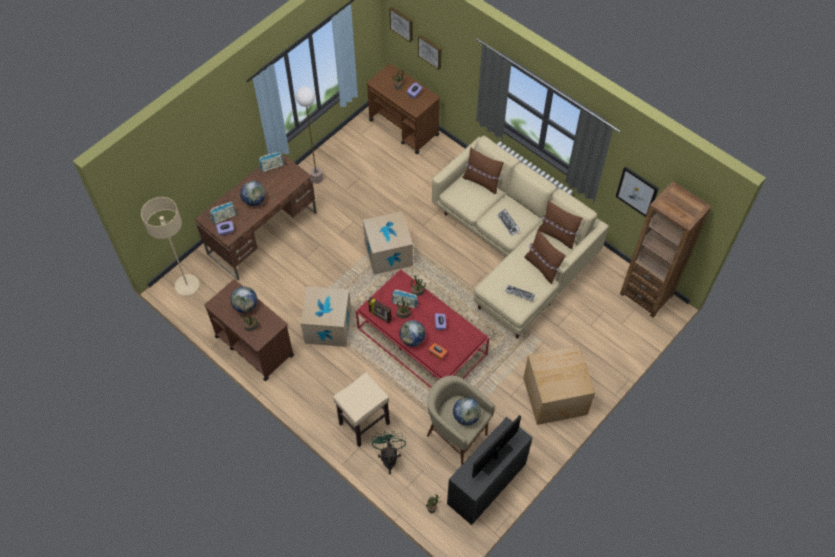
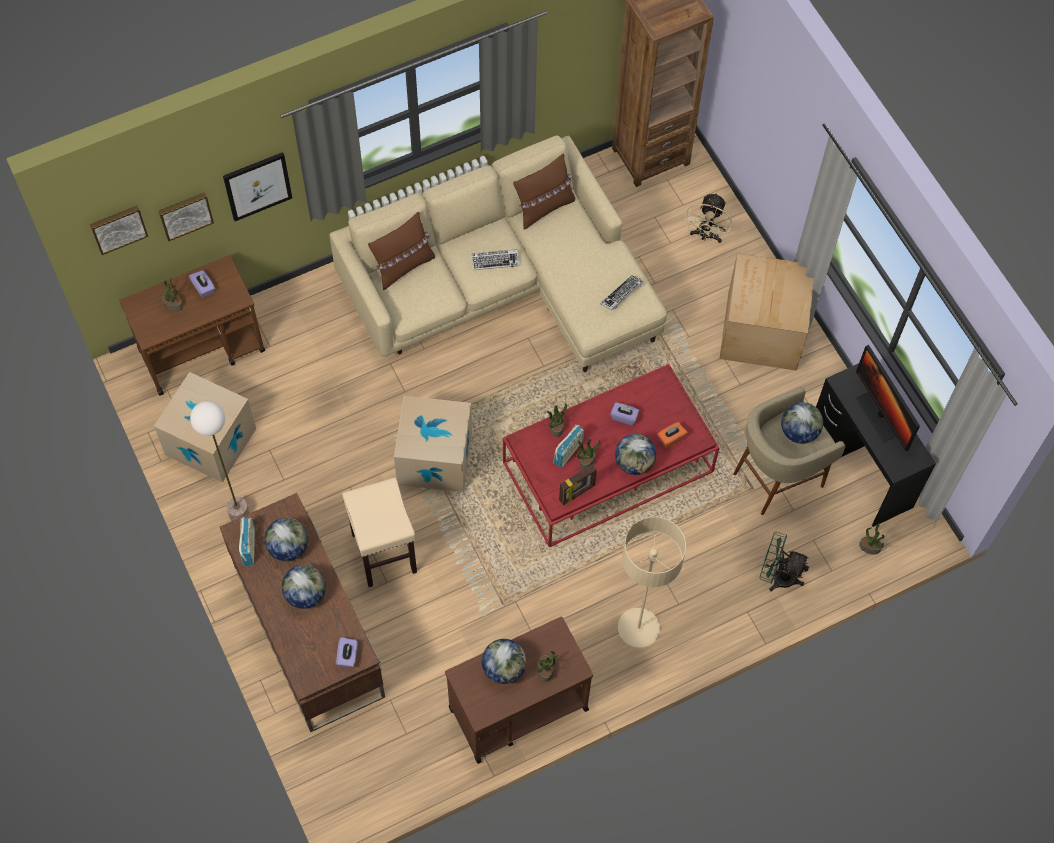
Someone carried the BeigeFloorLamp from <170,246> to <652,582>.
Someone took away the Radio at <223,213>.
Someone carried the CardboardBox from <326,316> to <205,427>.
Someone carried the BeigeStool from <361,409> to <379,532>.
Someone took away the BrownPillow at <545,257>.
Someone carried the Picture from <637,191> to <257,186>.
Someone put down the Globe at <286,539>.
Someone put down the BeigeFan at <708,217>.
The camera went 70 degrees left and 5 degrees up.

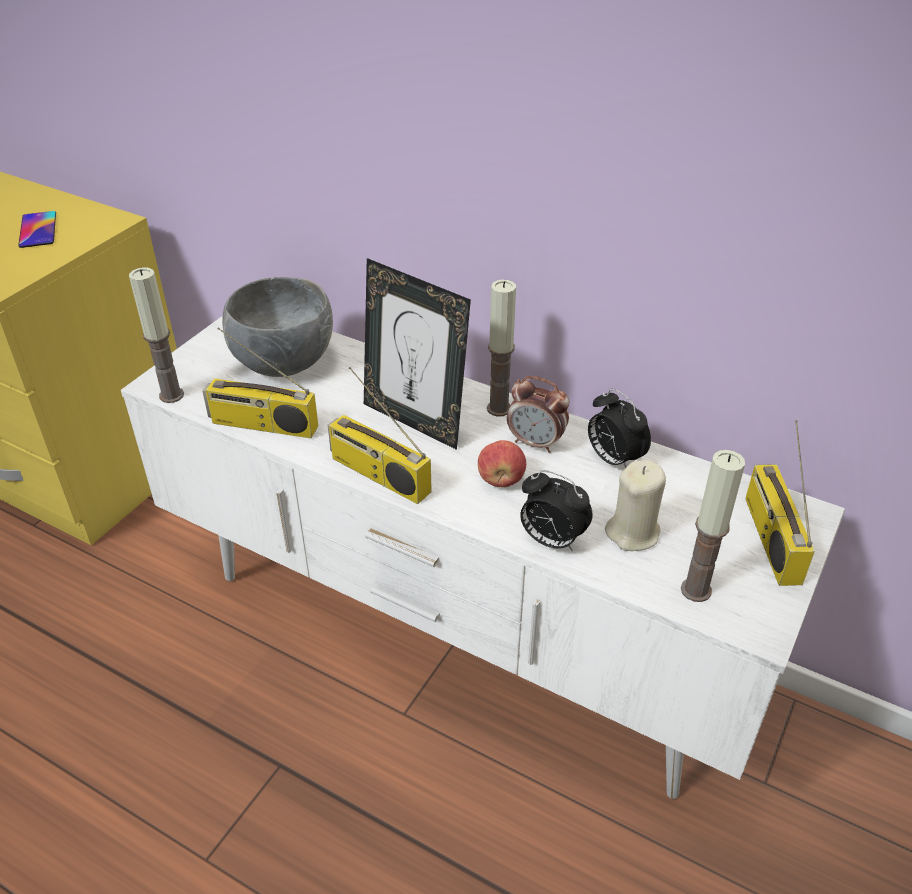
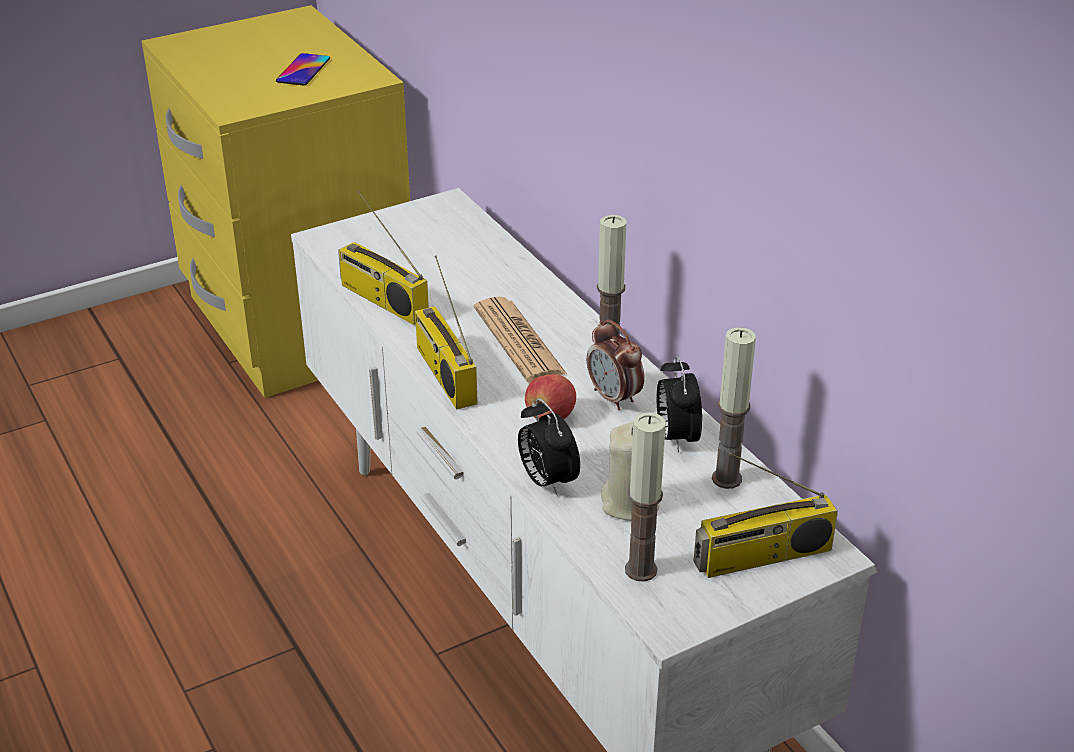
Someone carried the Candle from <156,335> to <734,408>.
Someone took away the GreyBowl at <277,327>.
Someone swapped the PictureFrame at <417,354> for the Newspaper at <520,339>.
Someone rotated the Radio at <780,503> by 135 degrees counterclockwise.
The camera went 30 degrees right and 5 degrees down.

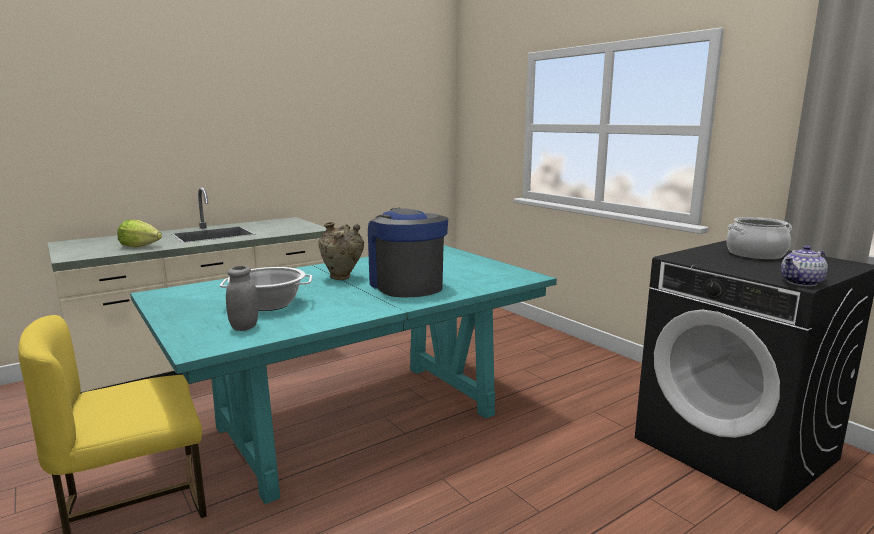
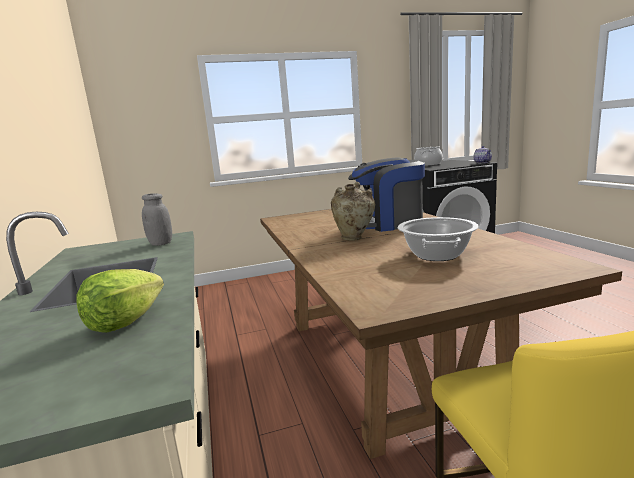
Someone repainted the TurquoiseDiningTable at <343,374>, which became the BrownDiningTable at <441,334>.
Someone carried the GreyJar from <242,298> to <157,219>.
The camera went 70 degrees left and 0 degrees up.

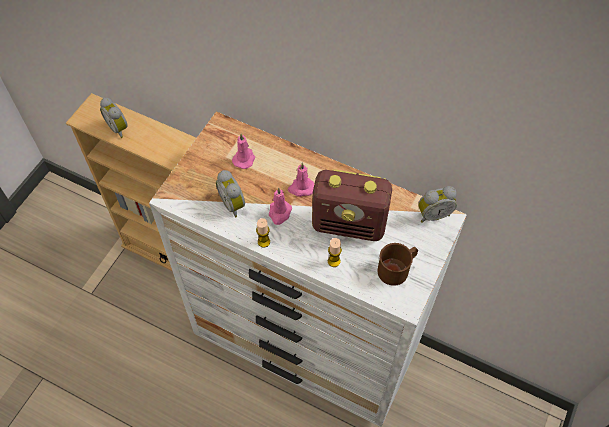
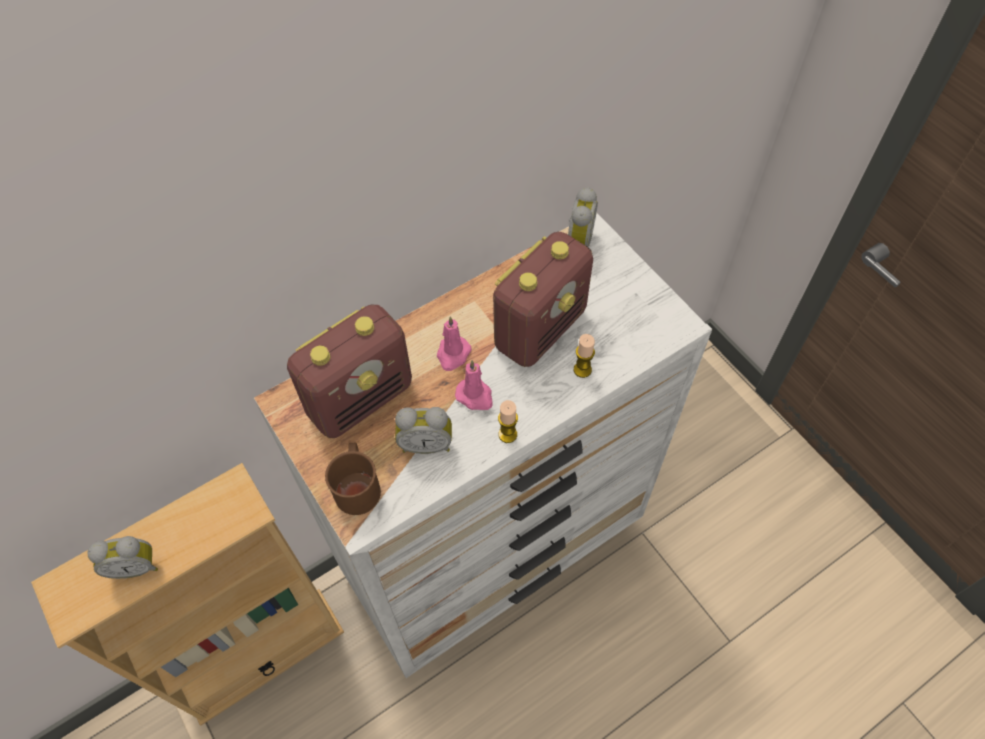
Someone swapped the PinkCandle at <243,151> for the Radio at <349,371>.
Someone carried the BrownMug from <398,264> to <353,479>.
The camera went 60 degrees left and 0 degrees up.

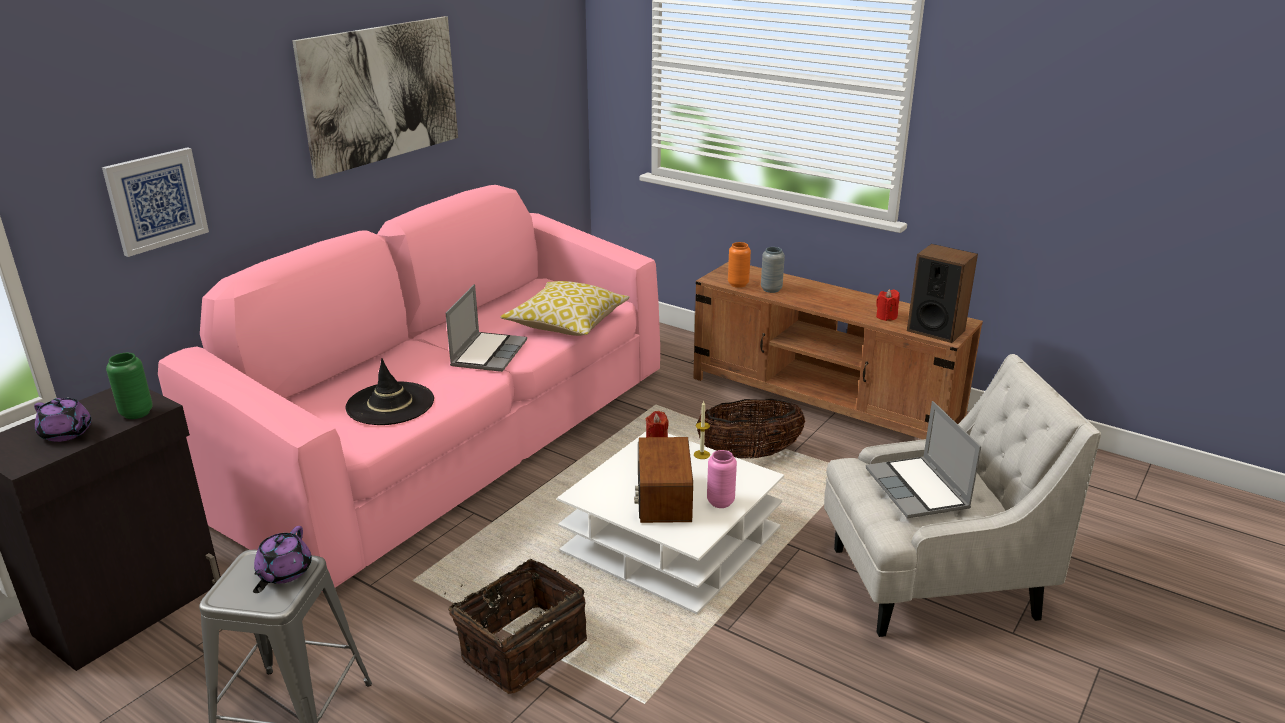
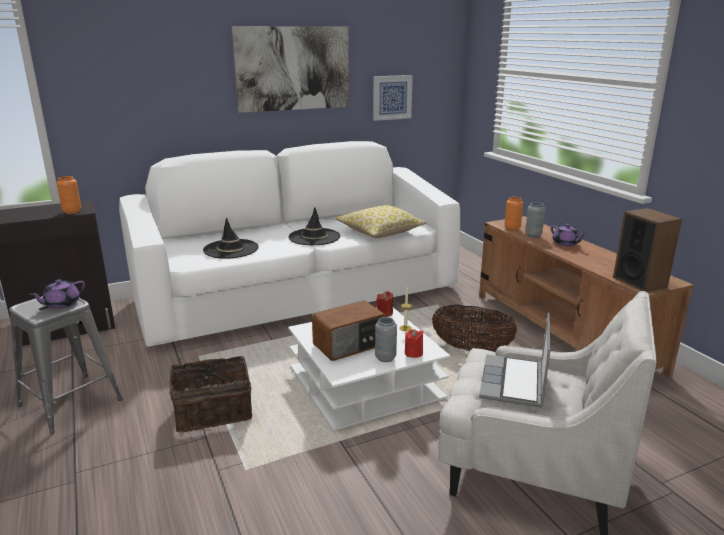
Someone carried the PurpleTeapot from <63,420> to <568,235>.
Someone carried the Picture from <155,202> to <393,98>.
Someone repainted the GreenVase at <129,386>, which became the OrangeVase at <69,195>.
Someone repainted the PinkSofa at <409,388>, which became the WhiteSofa at <289,244>.
Someone swapped the Laptop at <486,328> for the BlackHat at <314,226>.
Someone rotated the Radio at <663,480> by 150 degrees counterclockwise.
Someone repainted the PinkVase at <722,479>, which became the GreyVase at <386,339>.
Someone carried the RedCandle from <888,305> to <414,343>.
The camera went 30 degrees right and 5 degrees down.

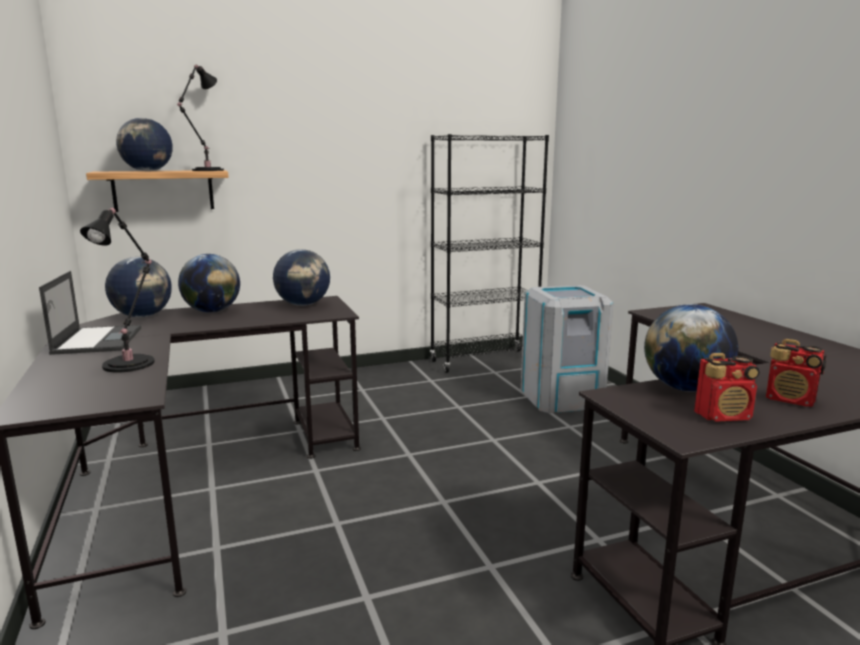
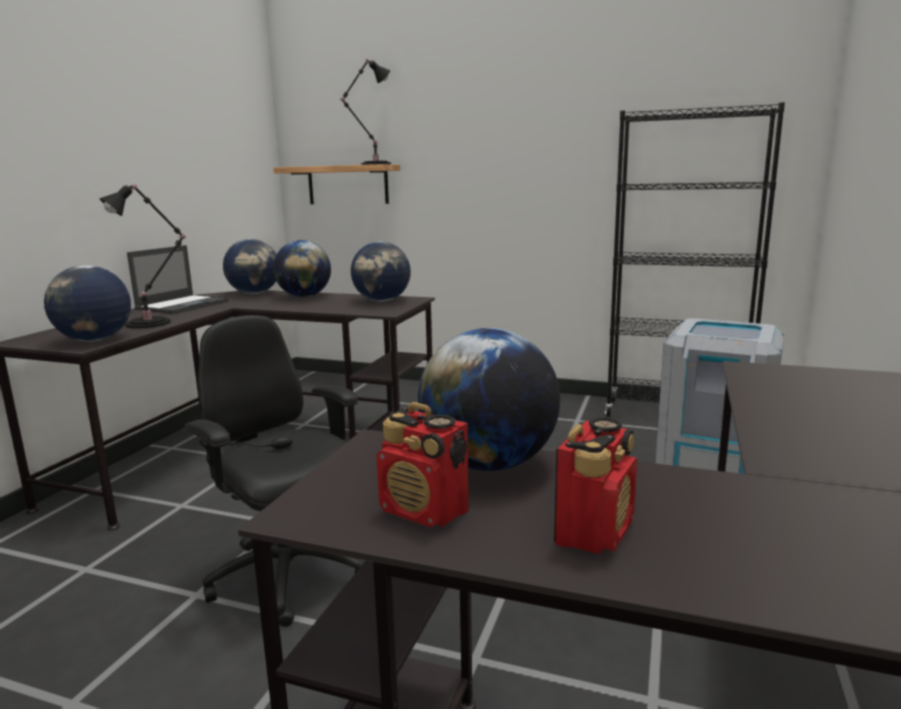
Someone carried the Globe from <144,144> to <87,303>.
Someone rotated the Radio at <796,373> by 135 degrees counterclockwise.
Someone put down the BlackOfficeChair at <274,471>.
The camera went 40 degrees right and 0 degrees up.

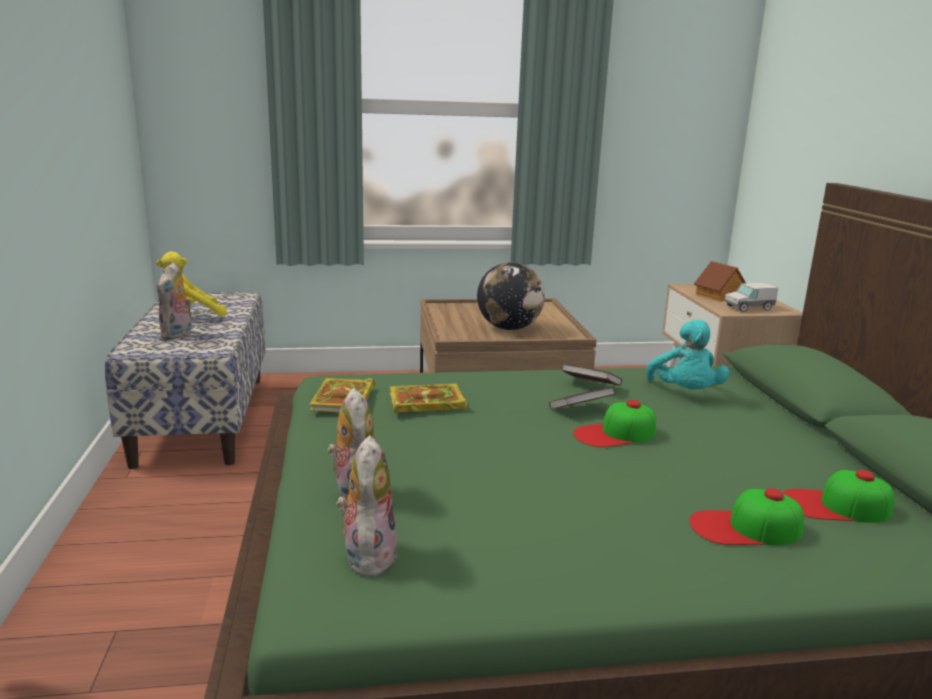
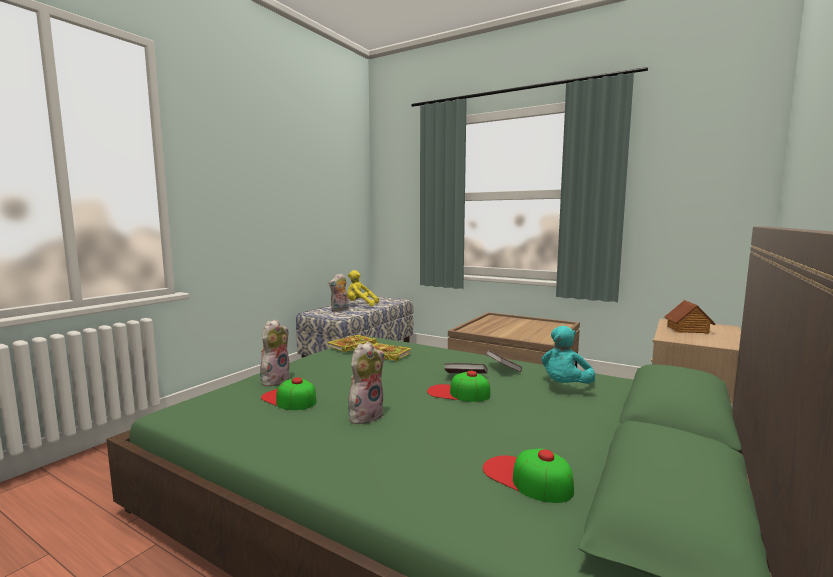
Someone carried the PlushToy from <367,506> to <366,383>.
Someone took away the Globe at <511,296>.
Someone carried the Cap from <746,516> to <289,393>.
Someone took away the ToyTruck at <751,297>.
The camera went 40 degrees right and 10 degrees down.

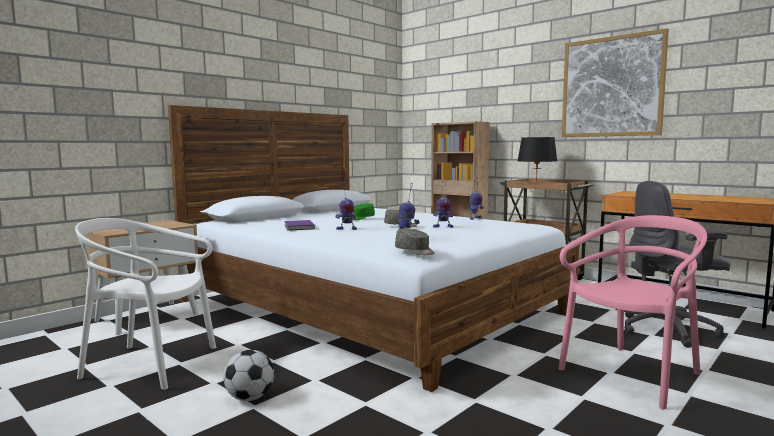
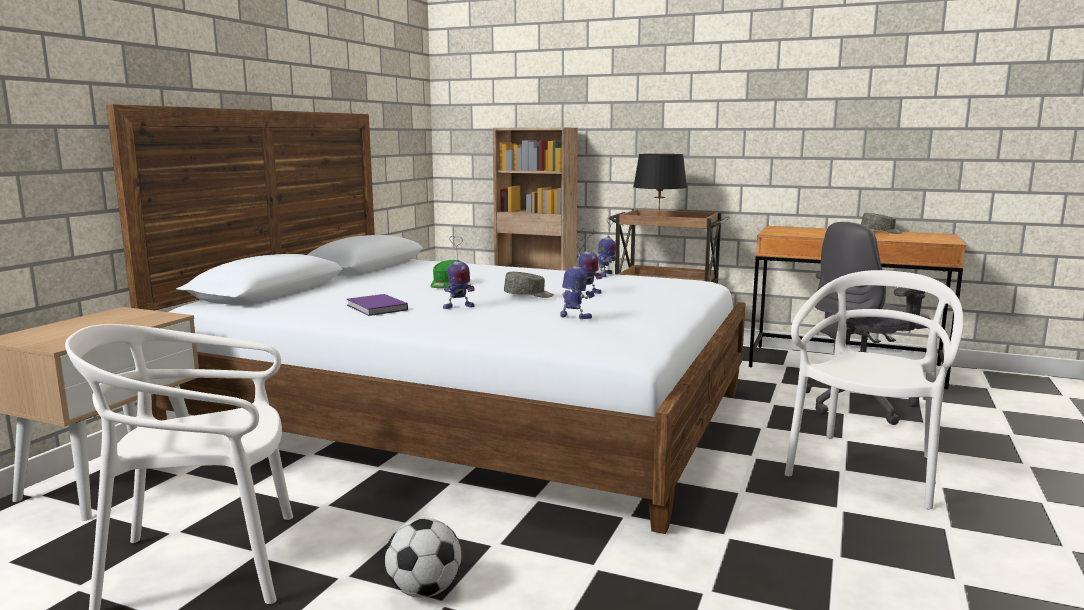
Someone carried the GreyCap from <415,241> to <882,223>.
Someone repainted the PinkChair at <632,312>, which became the WhiteChair at <874,390>.
Someone took away the Picture at <615,82>.
The camera went 20 degrees left and 5 degrees up.

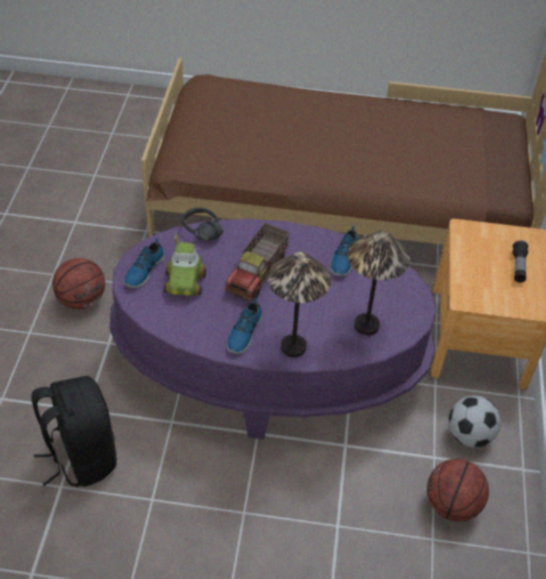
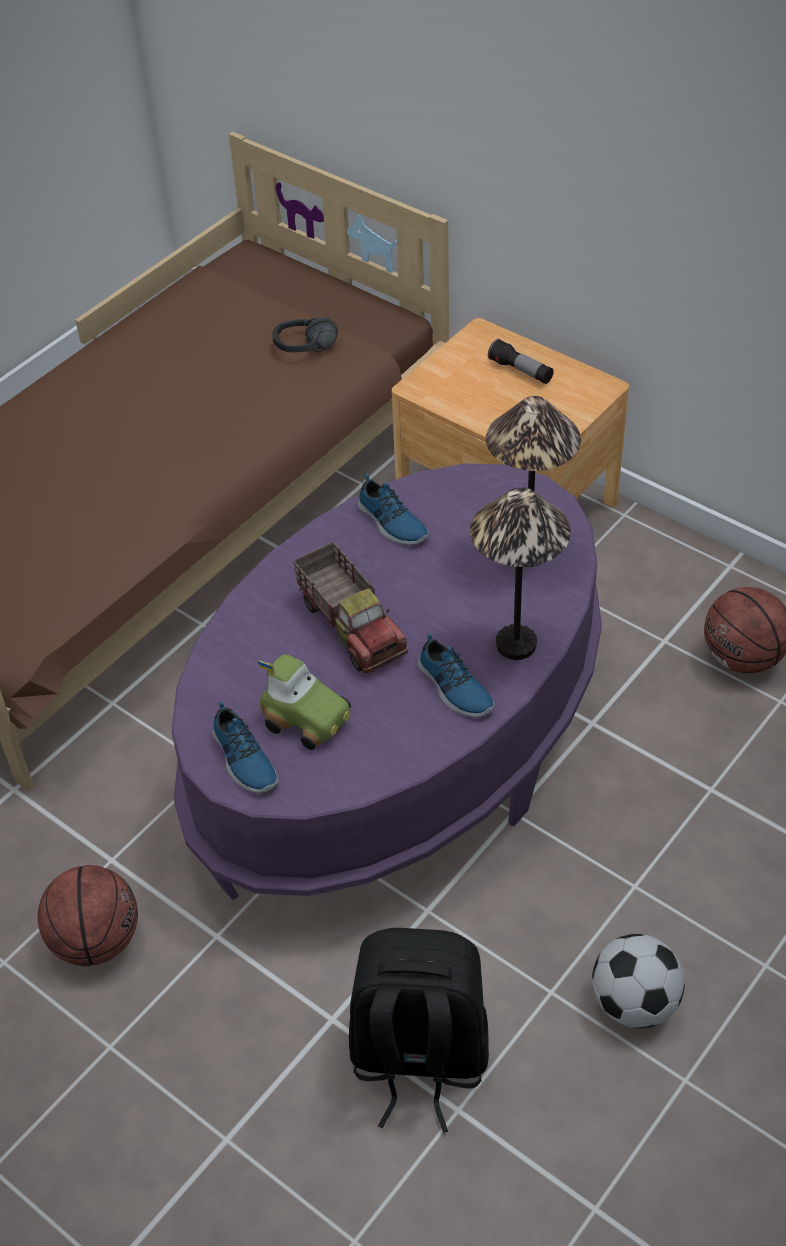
Someone carried the BlackHeadphones from <202,224> to <305,334>.
Someone carried the Football from <475,422> to <638,981>.
The camera went 55 degrees left and 0 degrees up.

